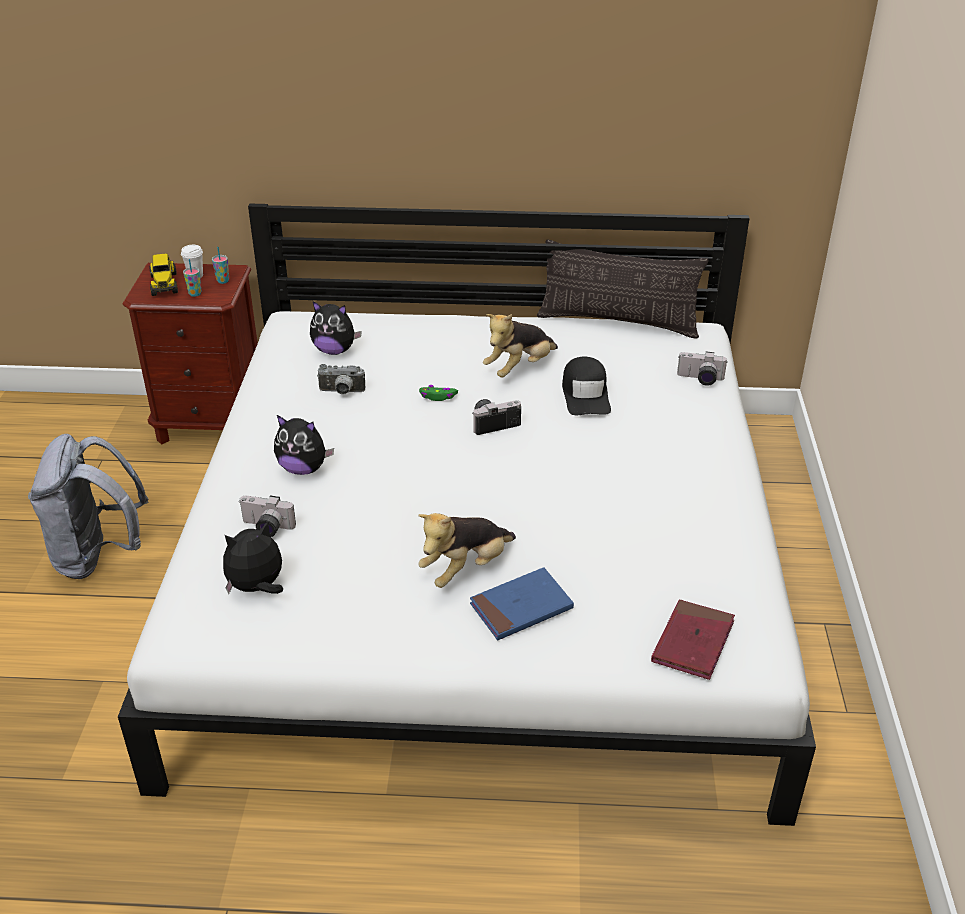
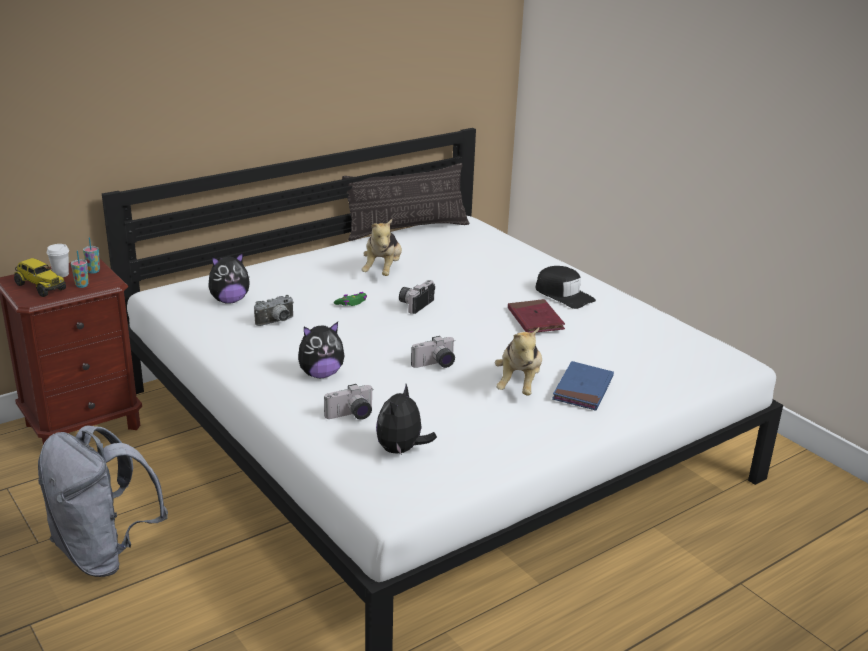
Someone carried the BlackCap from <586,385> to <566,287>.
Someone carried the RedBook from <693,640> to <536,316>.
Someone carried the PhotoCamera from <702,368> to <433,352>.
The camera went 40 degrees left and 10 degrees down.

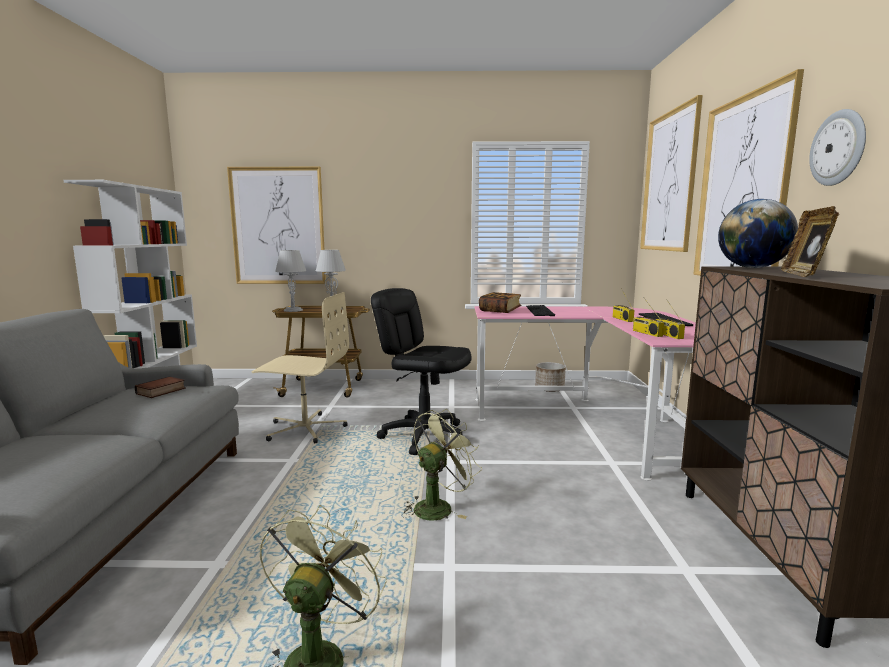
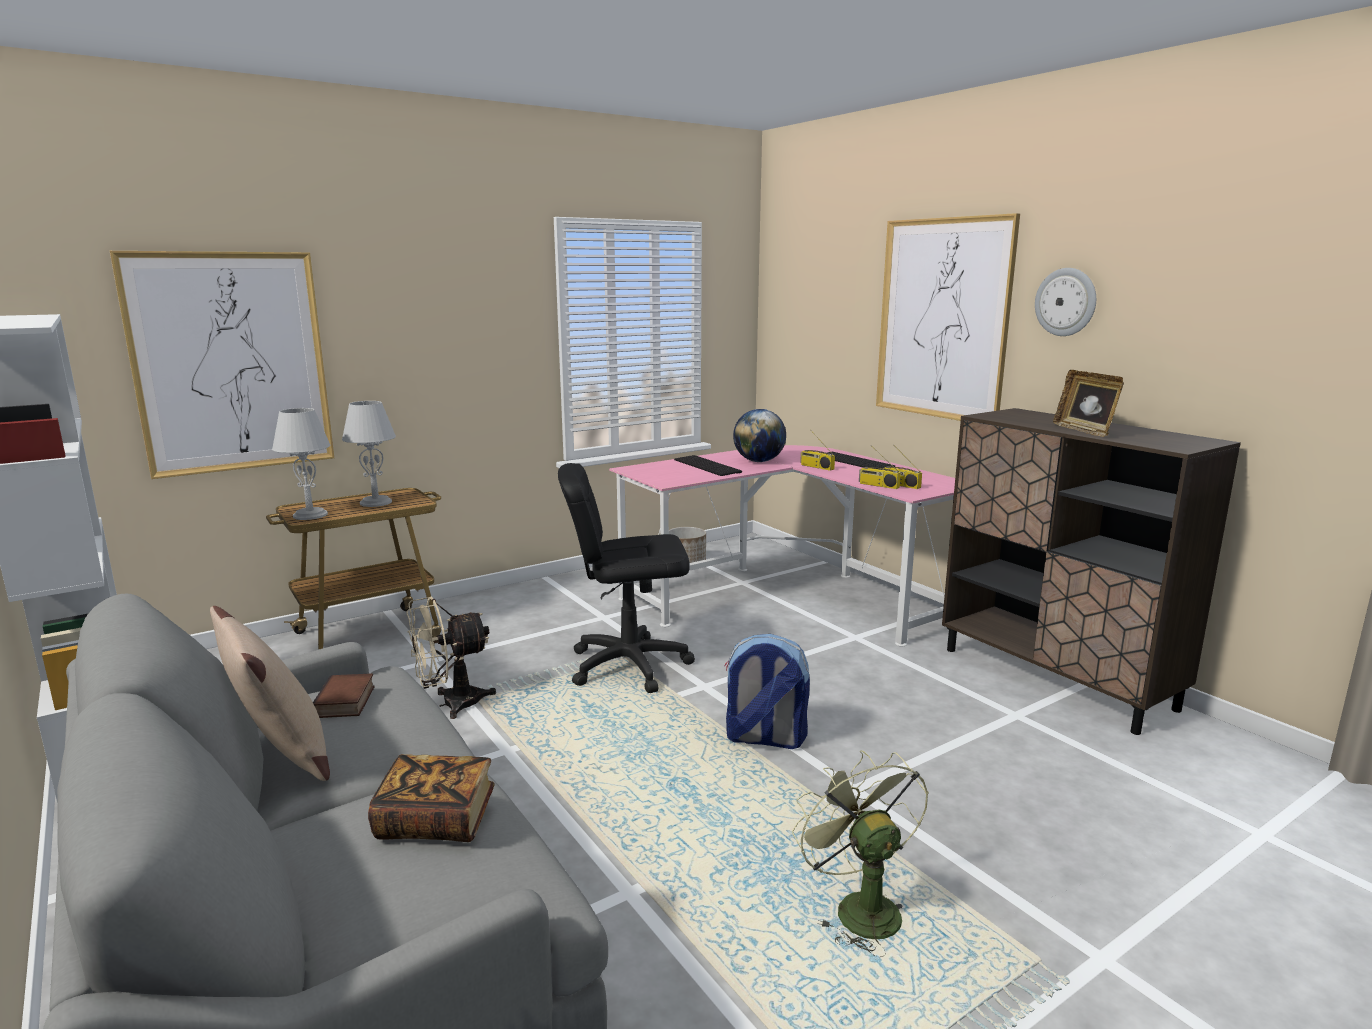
Someone swapped the BeigeOfficeChair at <300,368> for the BeigeFan at <451,657>.
Someone swapped the GreenFan at <442,464> for the Backpack at <767,691>.
Someone carried the Book from <500,302> to <431,798>.
Someone took away the Picture at <671,173>.
Someone carried the Globe from <758,233> to <759,435>.
Someone put down the BeigePillow at <270,693>.
The camera went 35 degrees left and 5 degrees up.

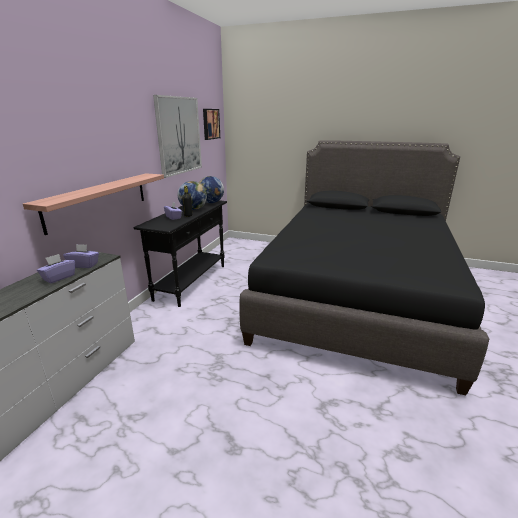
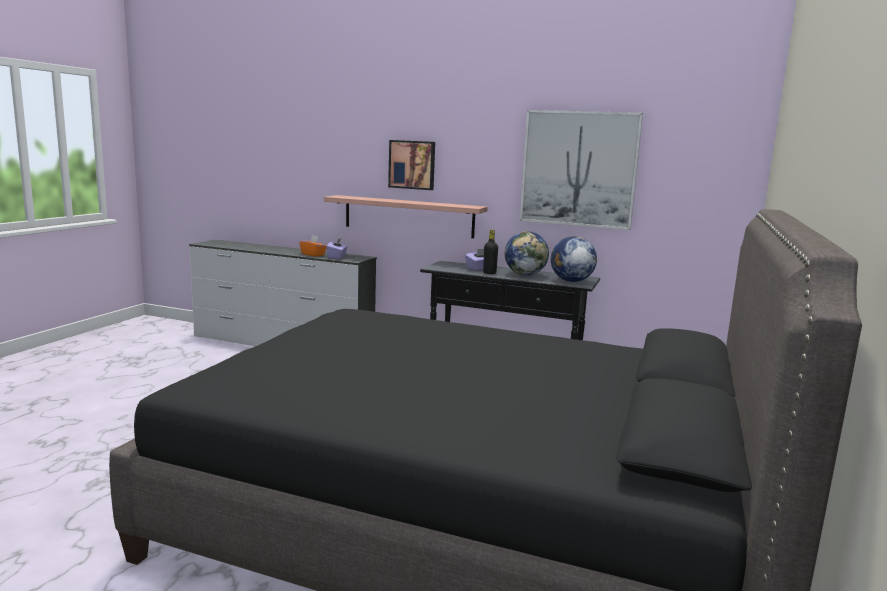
Someone repainted the PurpleTissueBox at <56,269>, which became the OrangeTissueBox at <313,246>.
Someone carried the Picture from <211,124> to <411,165>.
The camera went 90 degrees right and 10 degrees down.

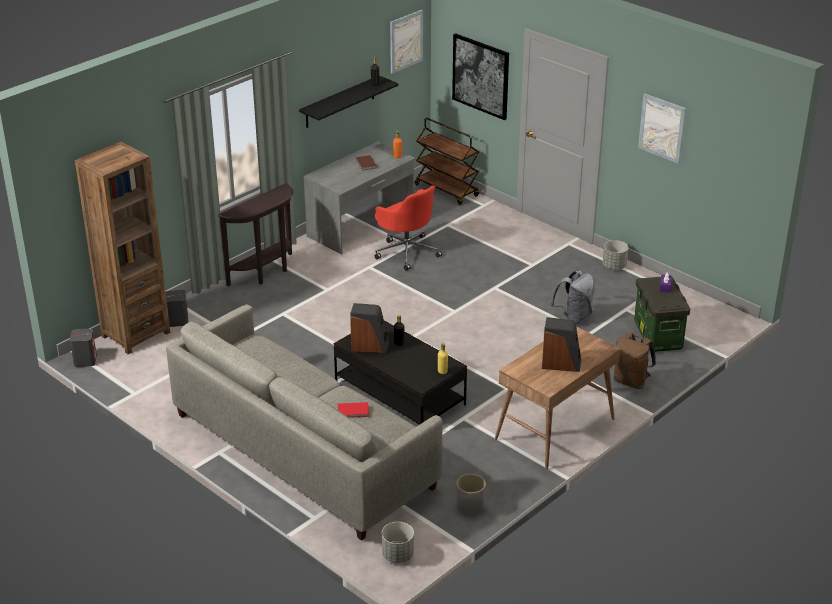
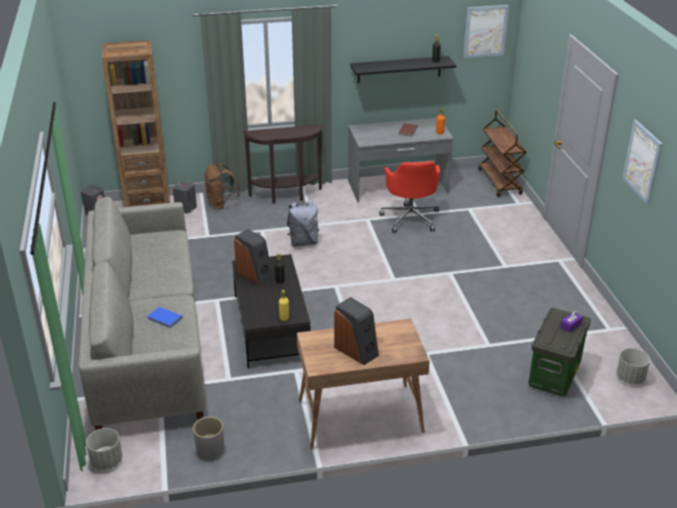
Someone repainted the RedBook at <353,410>, which became the BlueBook at <165,317>.
Someone took away the Picture at <480,76>.
Someone carried the GreyBackpack from <573,297> to <303,224>.
Someone carried the GreyPlanter from <616,255> to <633,366>.
Someone carried the BrownBackpack from <635,361> to <222,187>.
The camera went 35 degrees right and 0 degrees up.

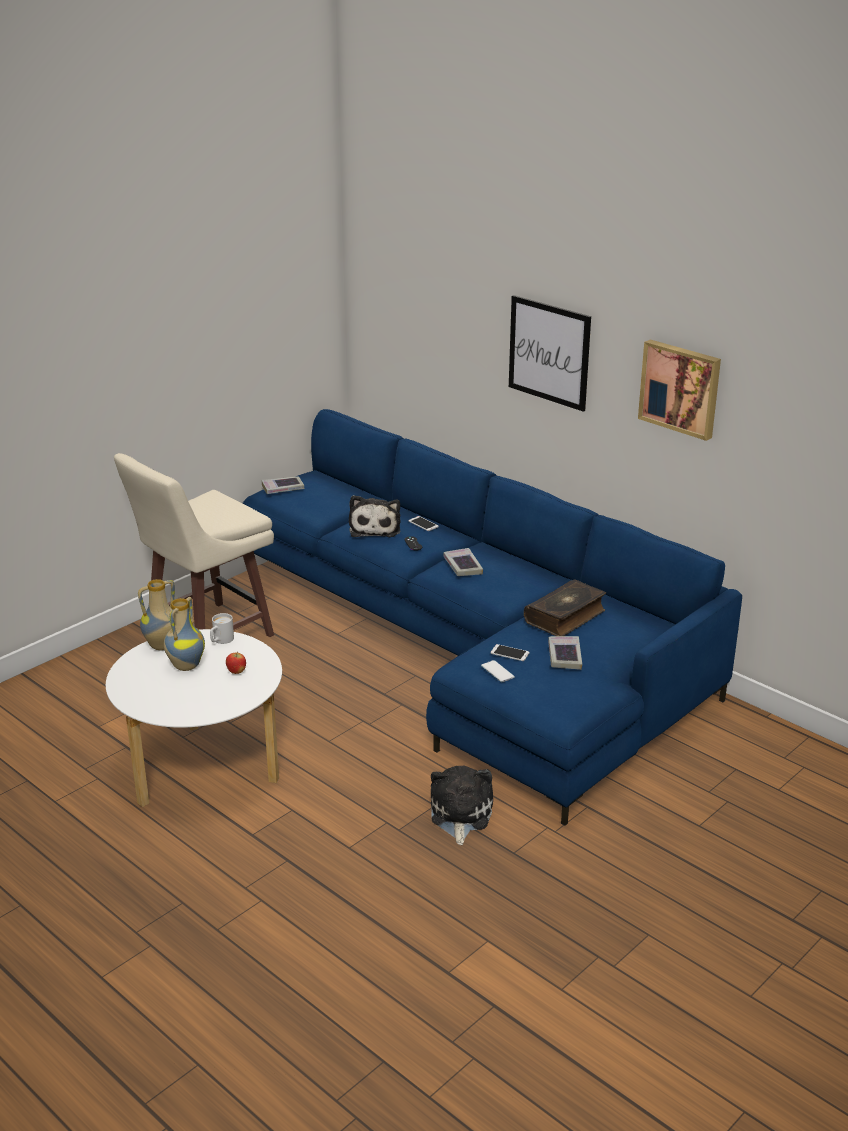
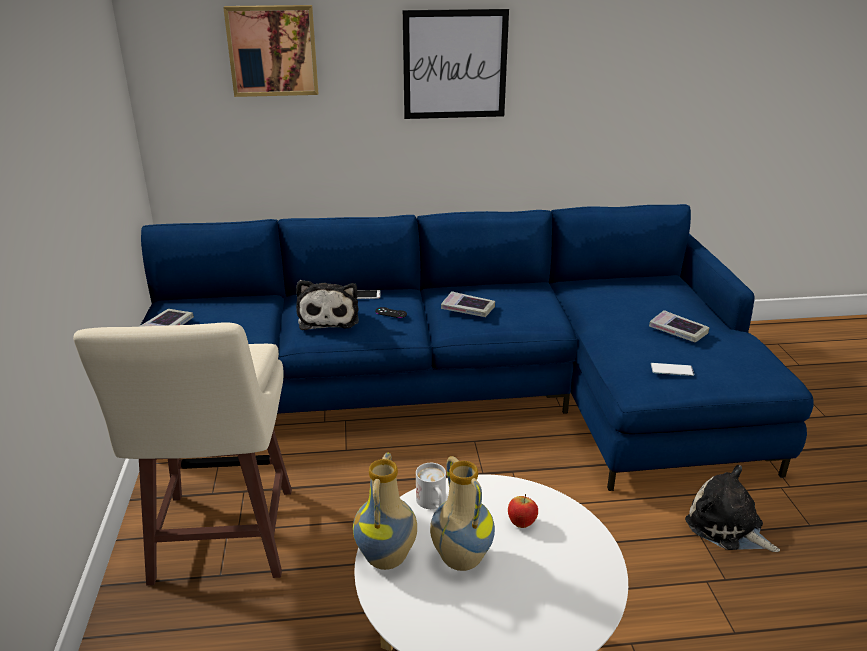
Someone rotated the PlushToy at <375,516> by 45 degrees clockwise.
Someone took away the Phone at <510,652>.
Someone took away the Book at <565,607>.
Someone carried the Picture from <679,390> to <270,51>.
The camera went 50 degrees left and 0 degrees up.

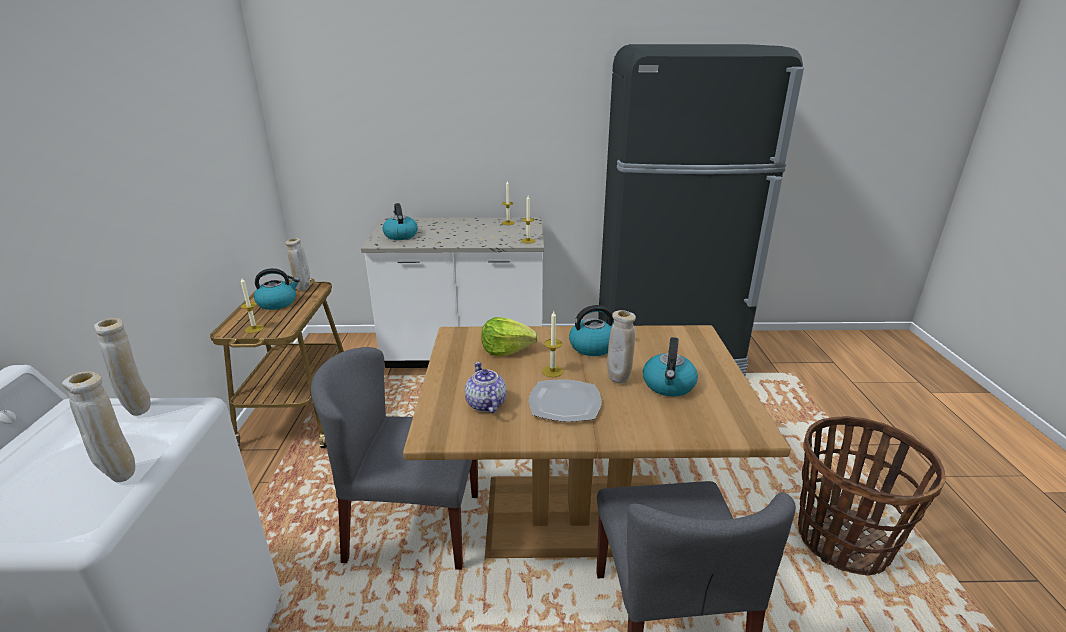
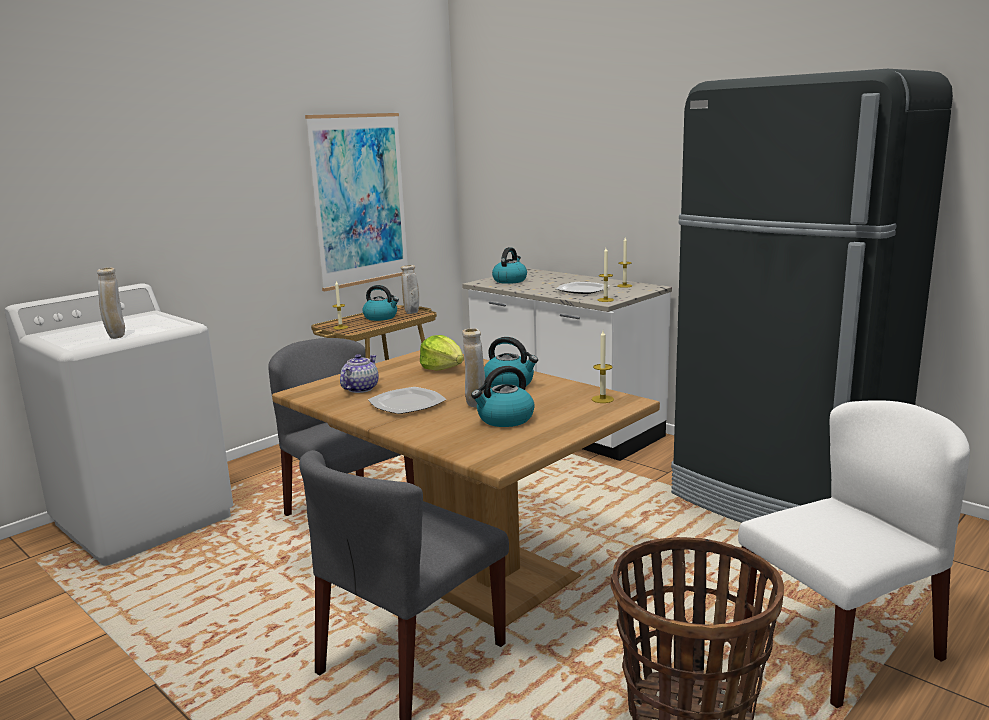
Someone took away the BeigeVase at <122,367>.
Someone carried the Candle from <552,344> to <603,366>.
Someone put up the Picture at <356,202>.
Someone put down the Plate at <583,288>.
Someone put down the WhiteChair at <854,554>.
The camera went 45 degrees right and 10 degrees down.

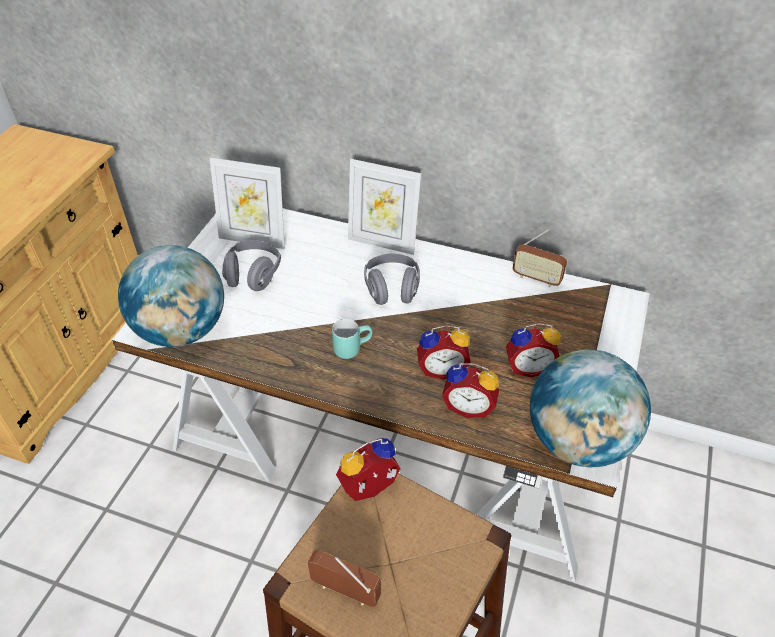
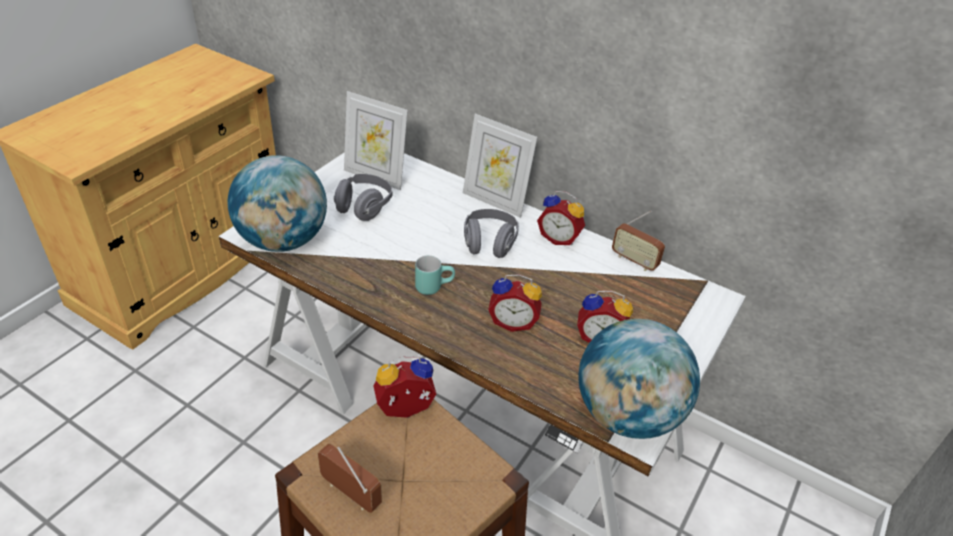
Someone carried the AlarmClock from <470,390> to <561,218>.
The camera went 10 degrees right and 5 degrees down.

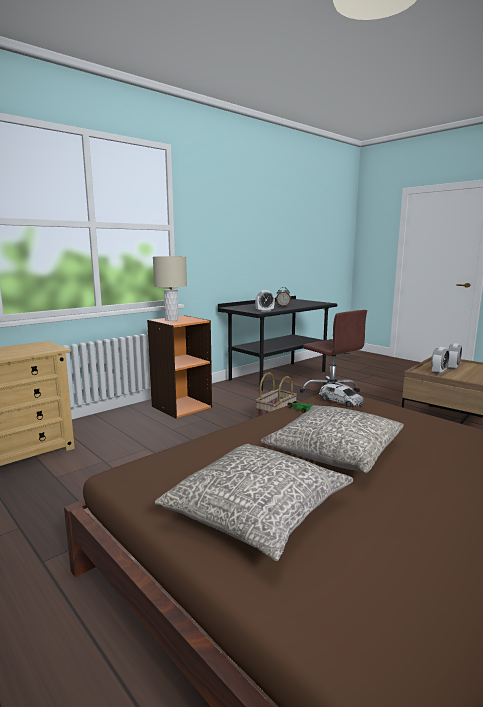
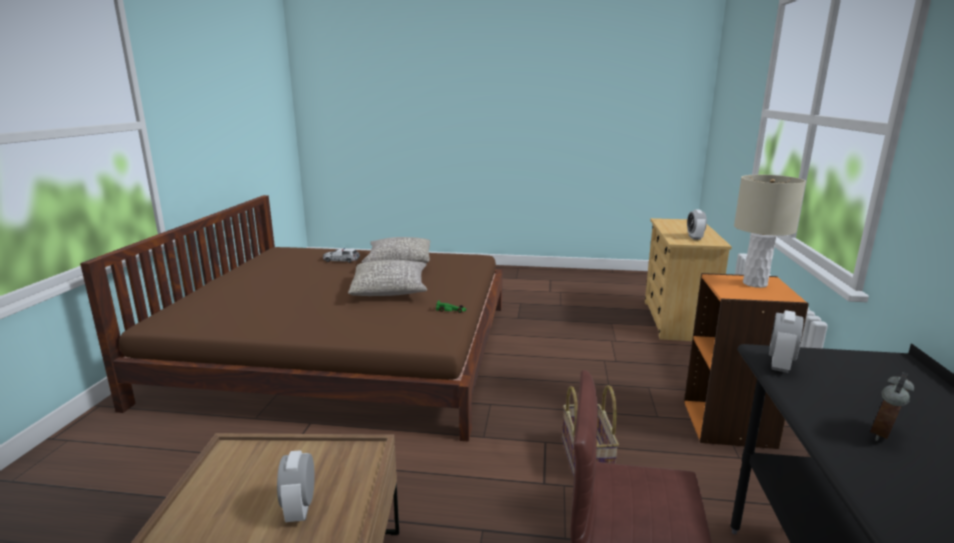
Someone carried the ToyCar from <341,395> to <341,255>.
Someone carried the AlarmClock from <440,361> to <697,224>.
The camera went 140 degrees right and 5 degrees up.

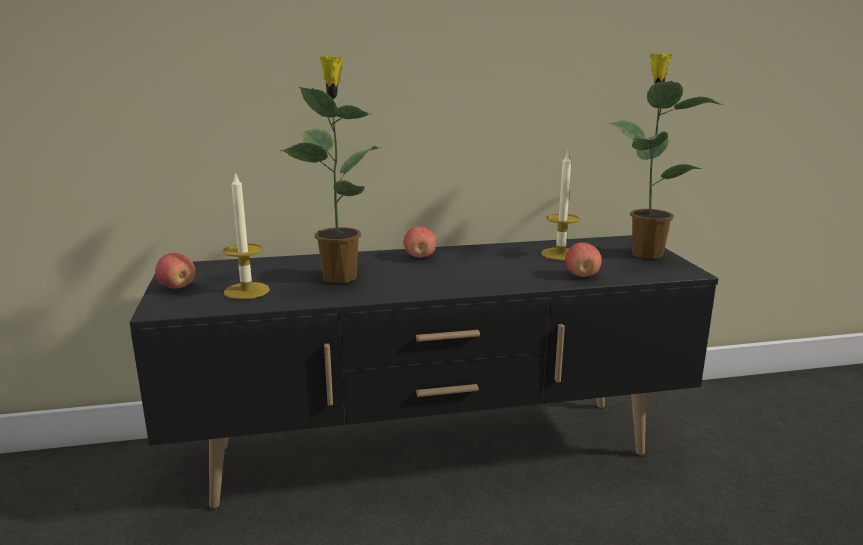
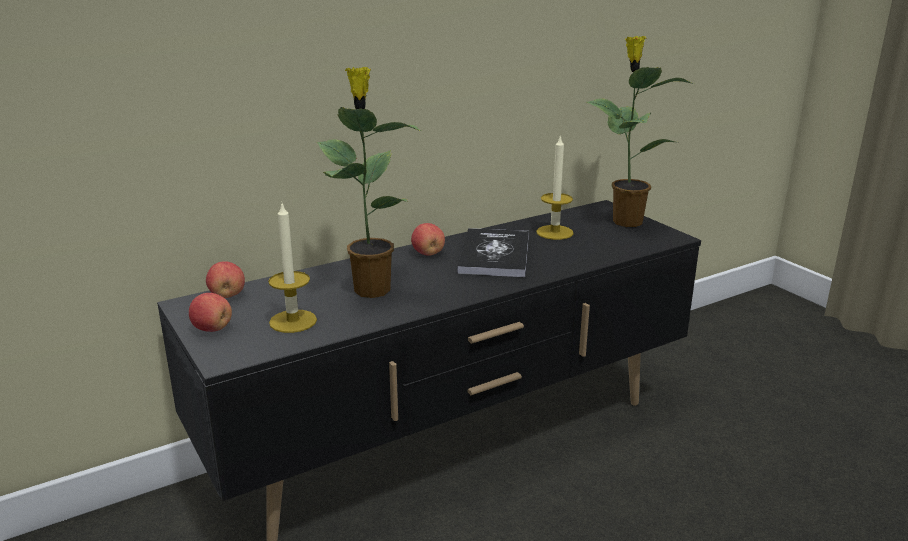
Someone carried the Apple from <583,259> to <225,279>.
Someone put down the Book at <493,252>.
The camera went 20 degrees left and 5 degrees up.

